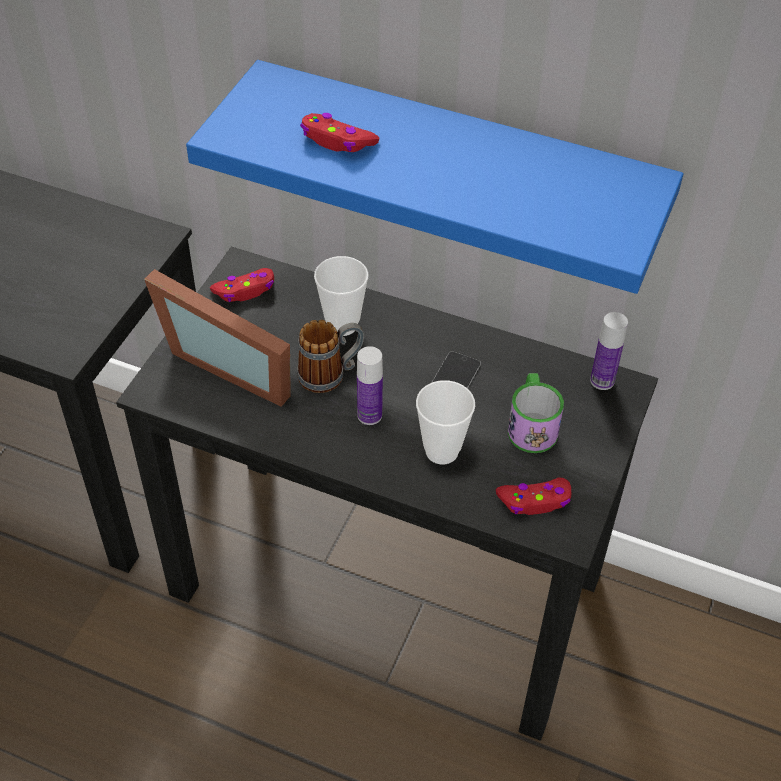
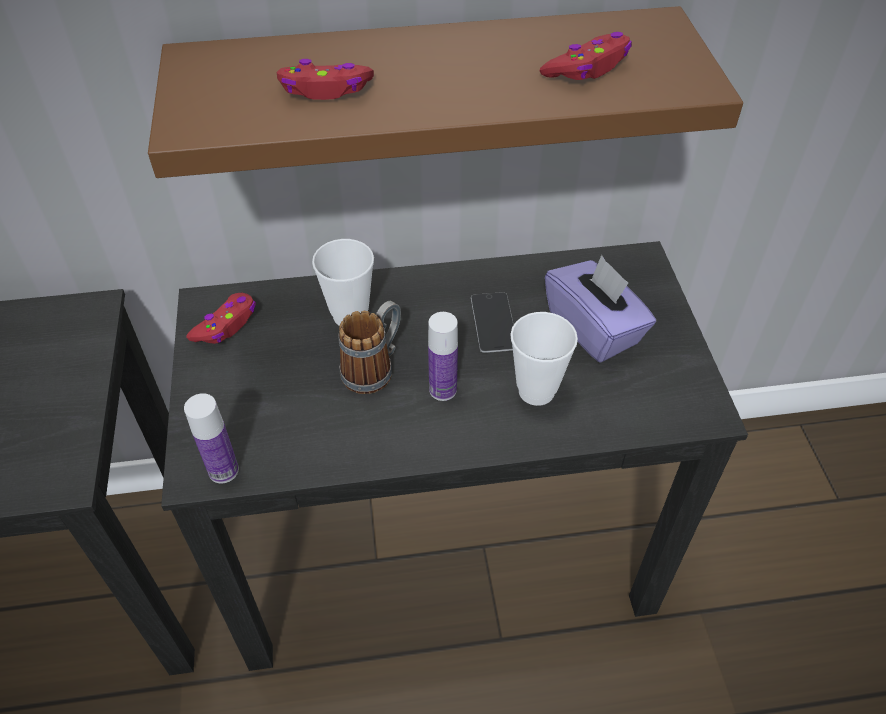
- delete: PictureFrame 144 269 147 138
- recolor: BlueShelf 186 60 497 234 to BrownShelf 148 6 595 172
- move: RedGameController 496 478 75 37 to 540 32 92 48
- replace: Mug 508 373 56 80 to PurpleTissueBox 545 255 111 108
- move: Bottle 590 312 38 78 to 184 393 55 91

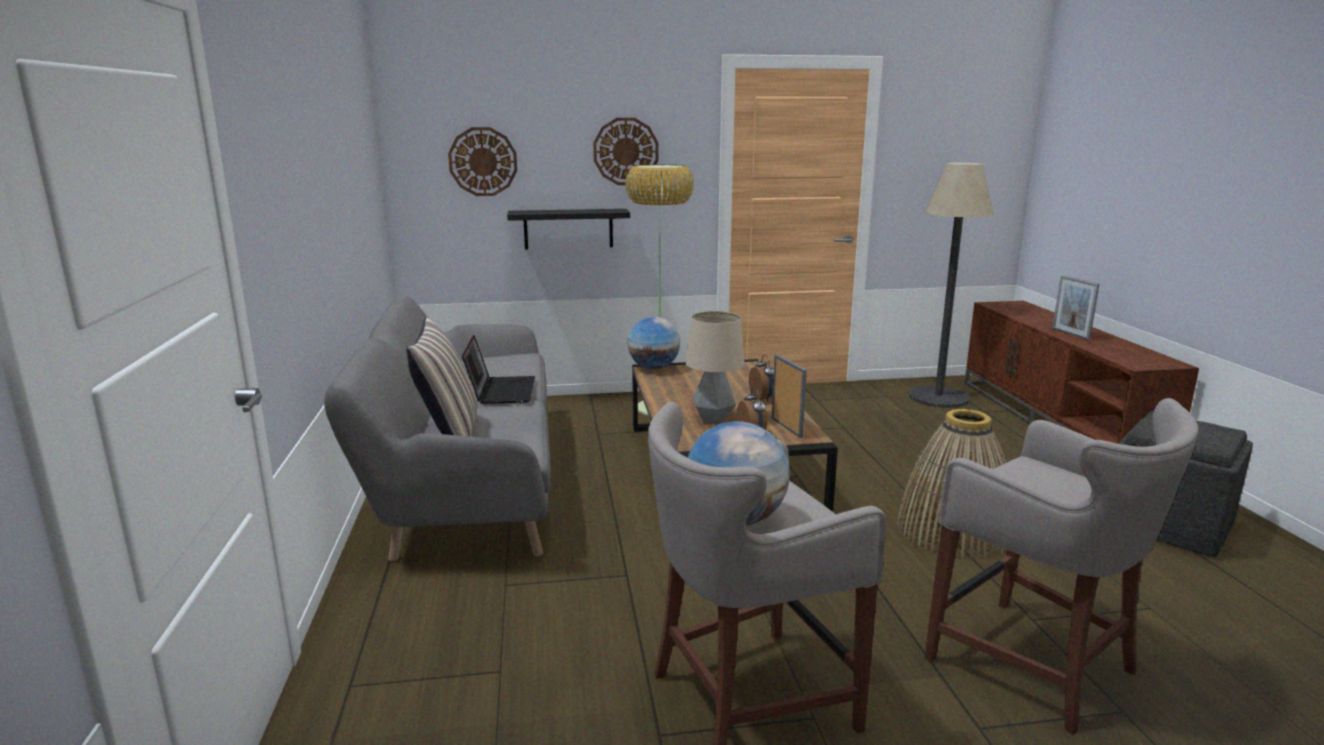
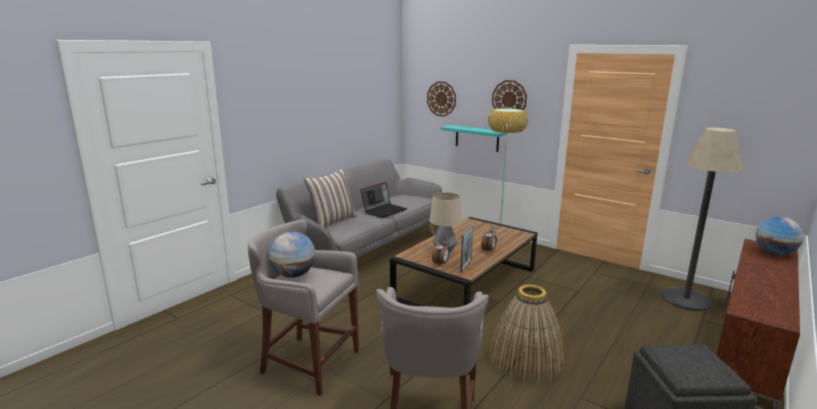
- recolor: BlackShelf 507 209 123 40 to TurquoiseShelf 441 125 65 27
- move: Globe 627 317 53 53 to 756 216 48 39
- delete: PictureFrame 1052 275 48 65

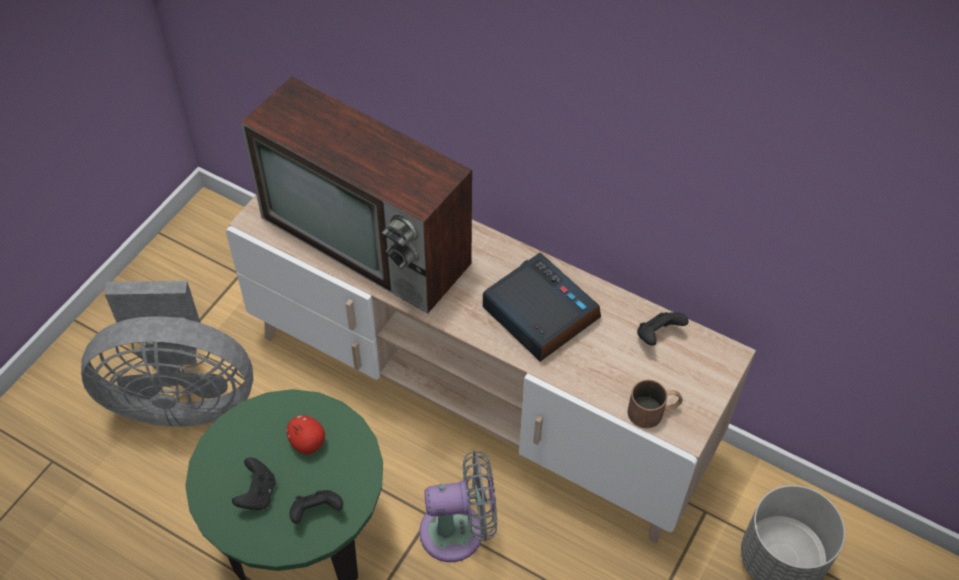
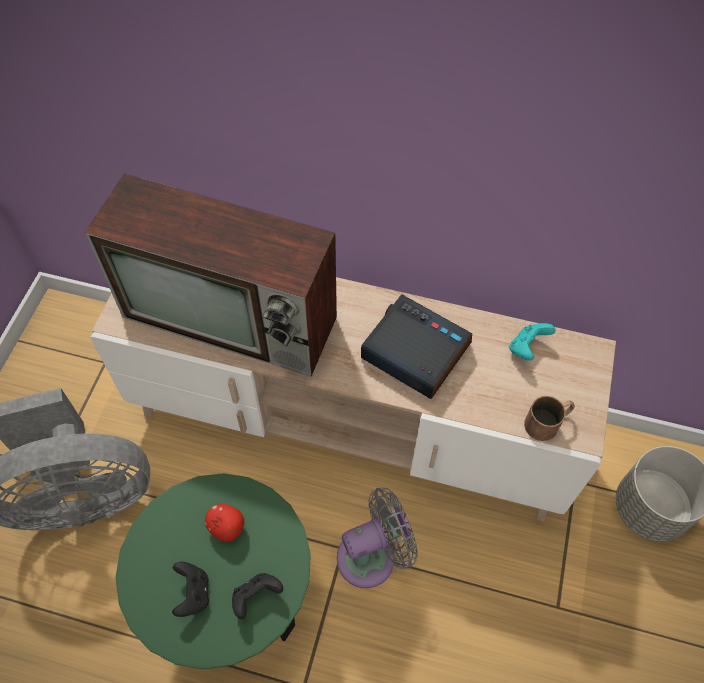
- recolor: BlackGameController 637 312 52 34 to TurquoiseGameController 509 323 47 38

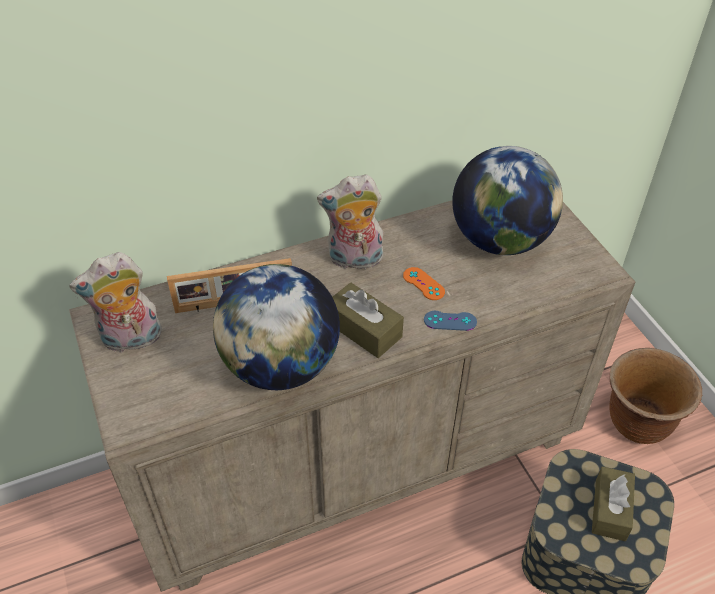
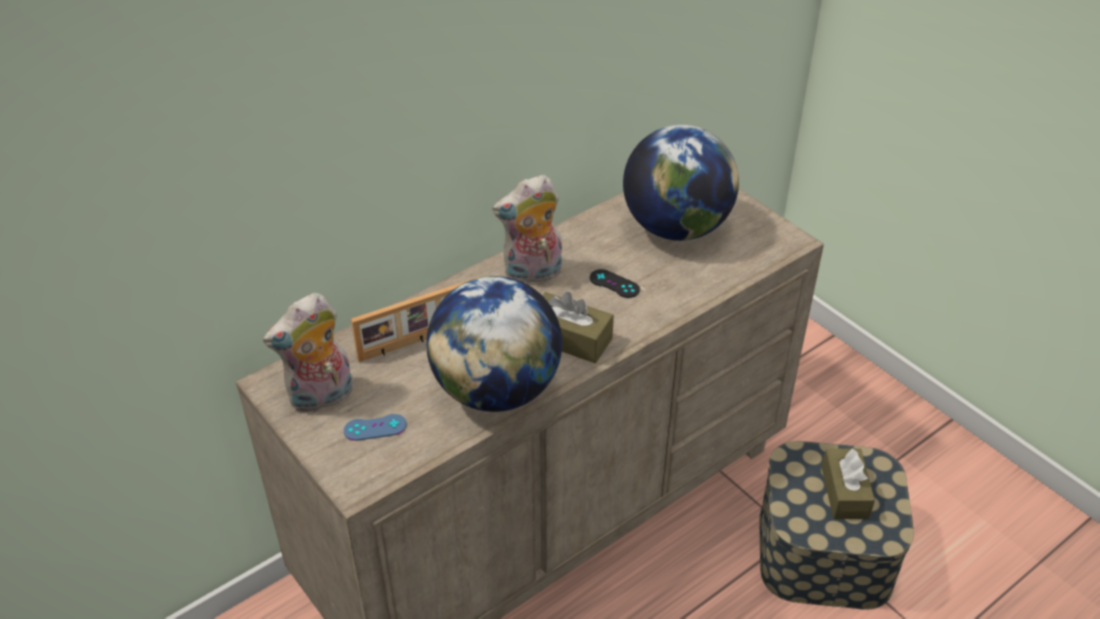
- recolor: OrangeGameController 403 267 42 33 to BlackGameController 590 269 50 29
- move: BlueGameController 424 311 53 20 to 344 414 63 27
- delete: BrownPlanter 609 348 93 96

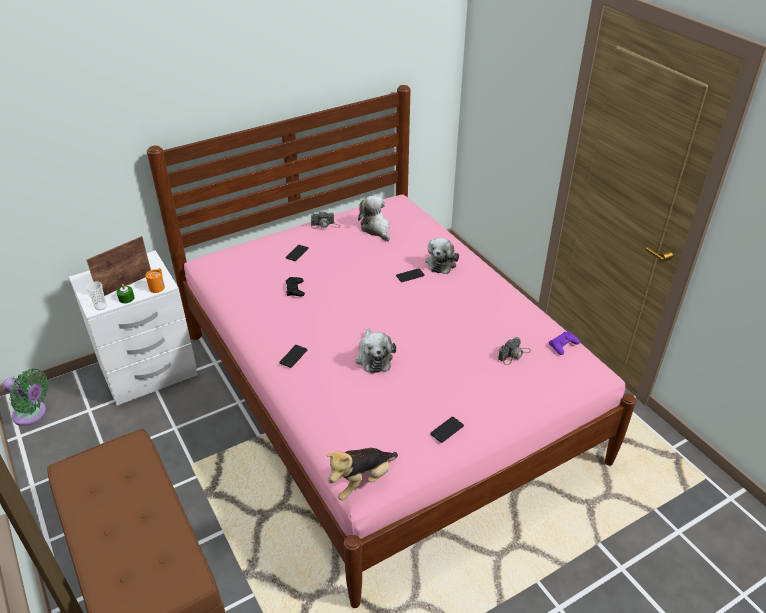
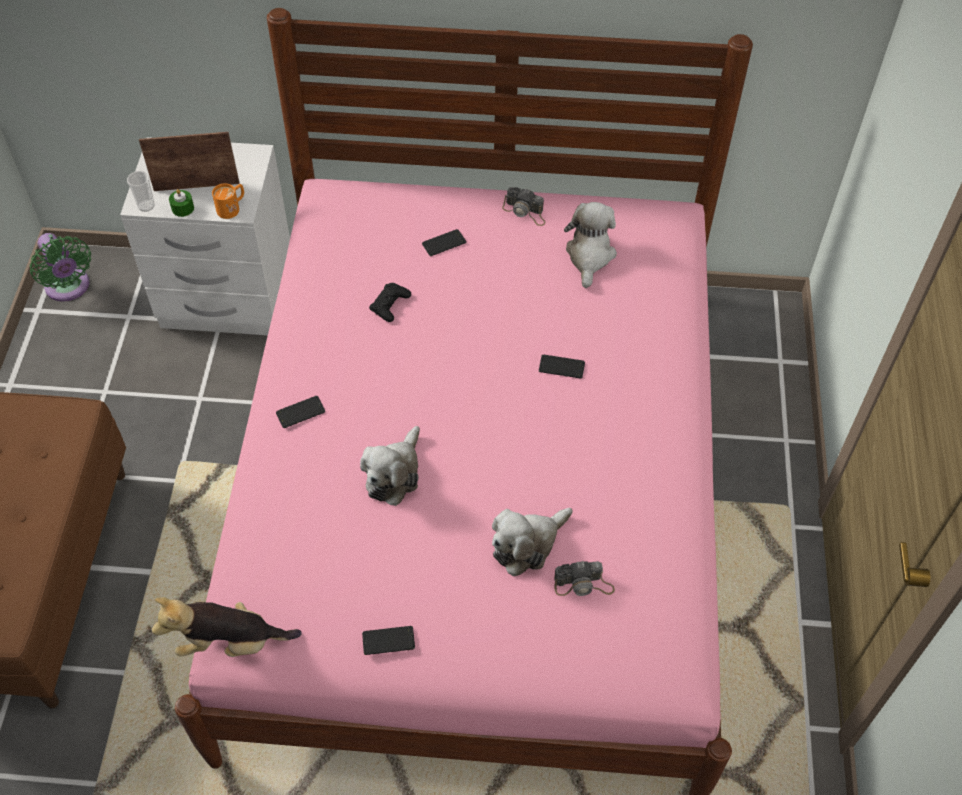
- move: PlushToy 425 237 34 37 to 492 508 80 68
- delete: PurpleGameController 549 332 31 23

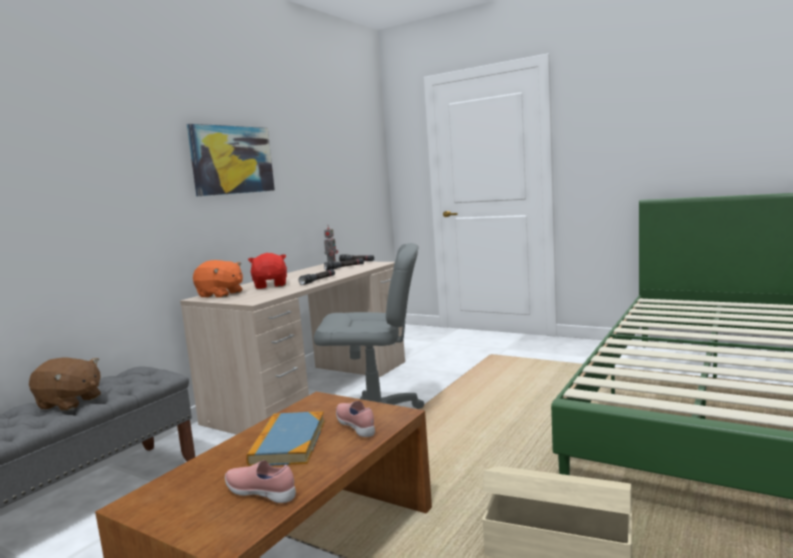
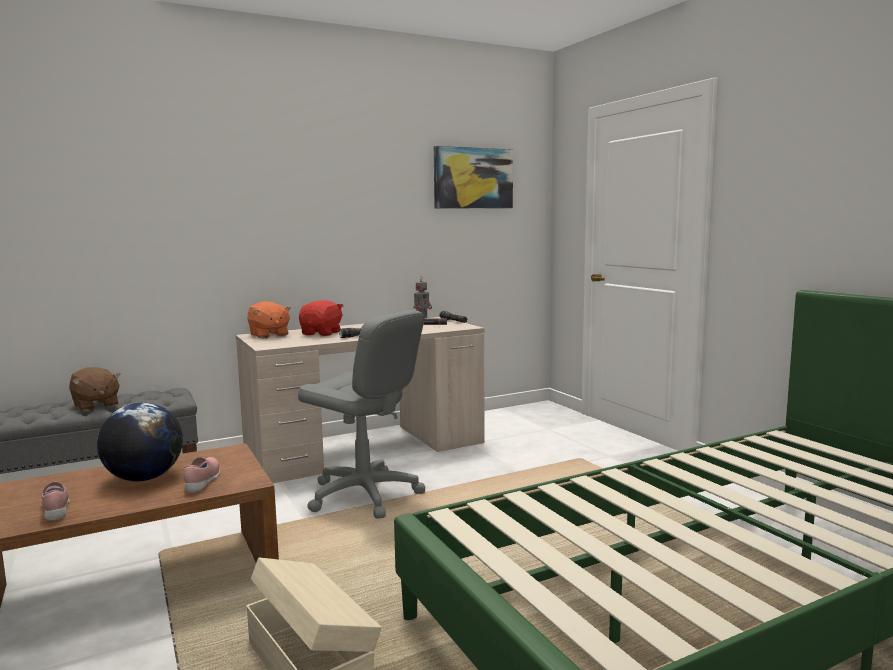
- move: Picture 187 124 88 72 to 434 146 79 63
- replace: Book 246 411 79 55 to Globe 97 402 86 79

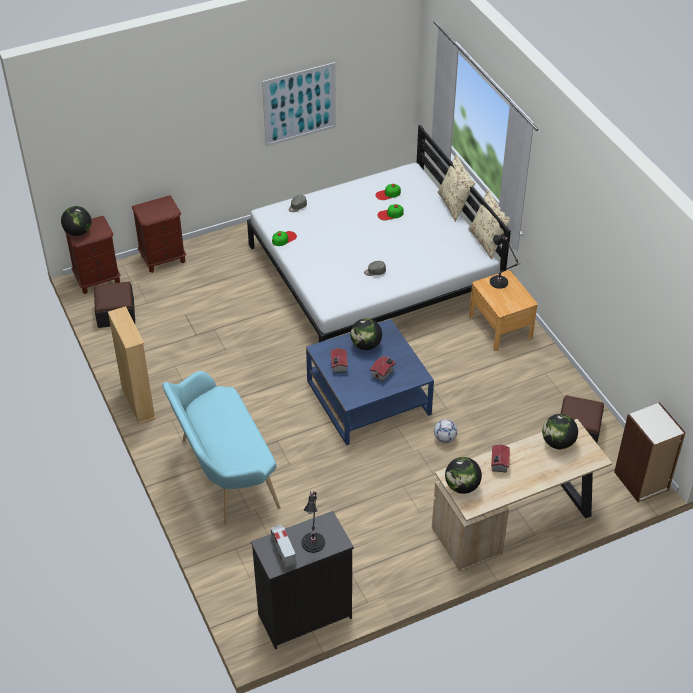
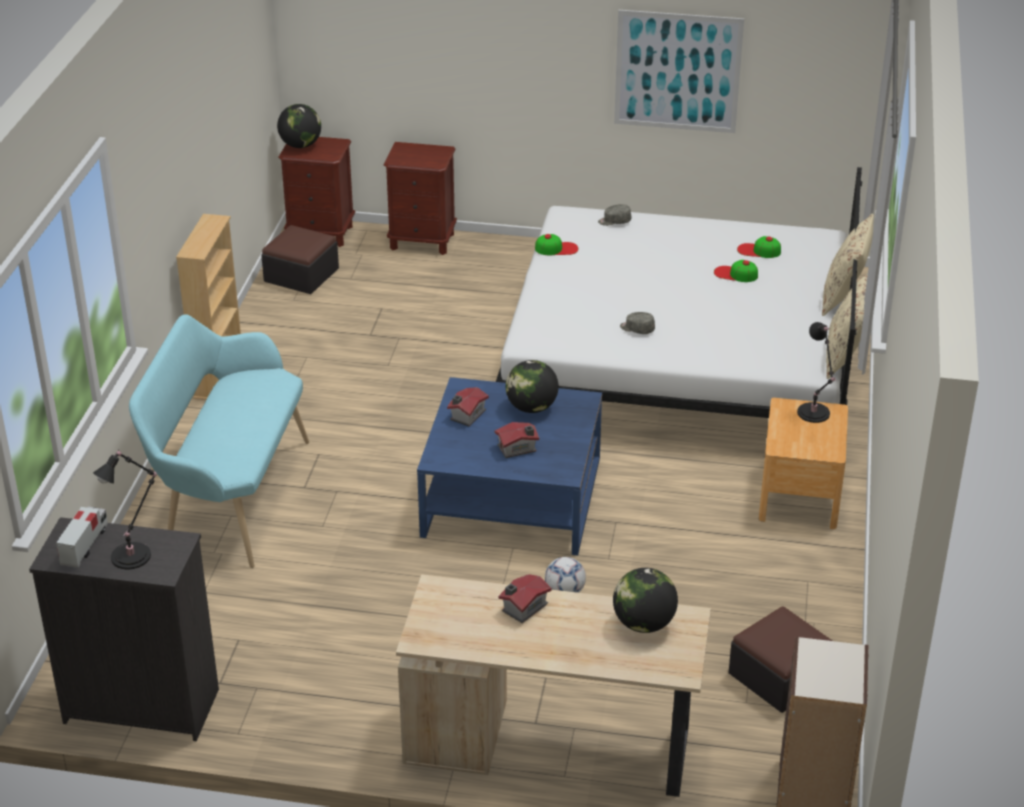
- delete: Globe 445 457 37 37

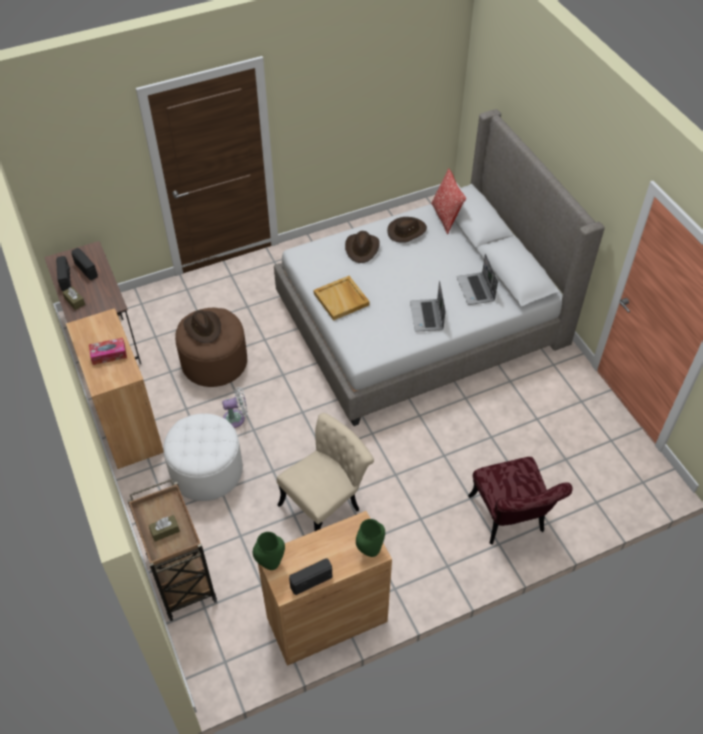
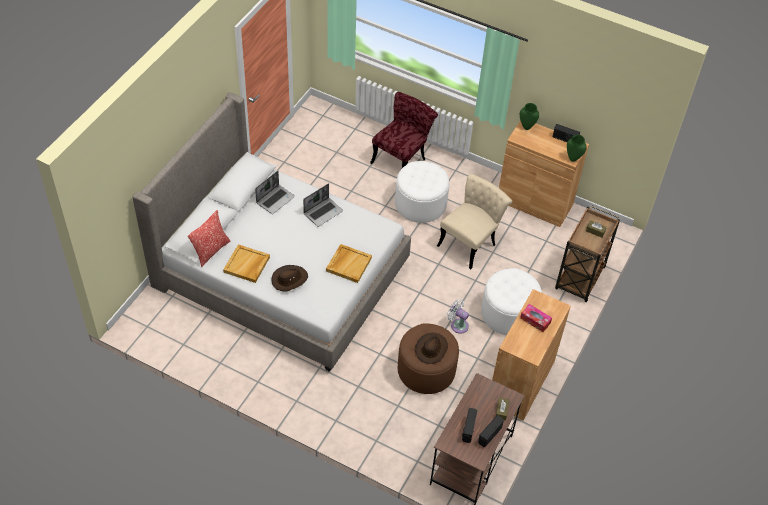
- rotate: BeigeChair 277 413 97 118 = 437 174 75 95 120 degrees clockwise
- replace: BrownHat 387 217 40 26 to BeigeTray 223 244 47 39
- insert: WhiteOttoman 395 161 54 62

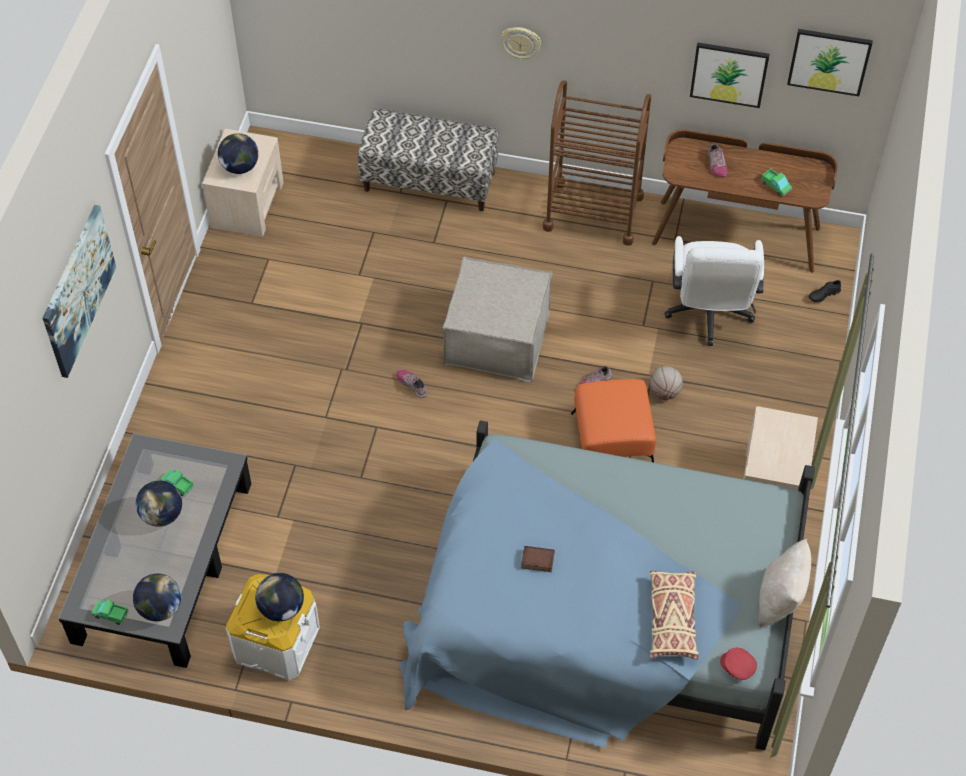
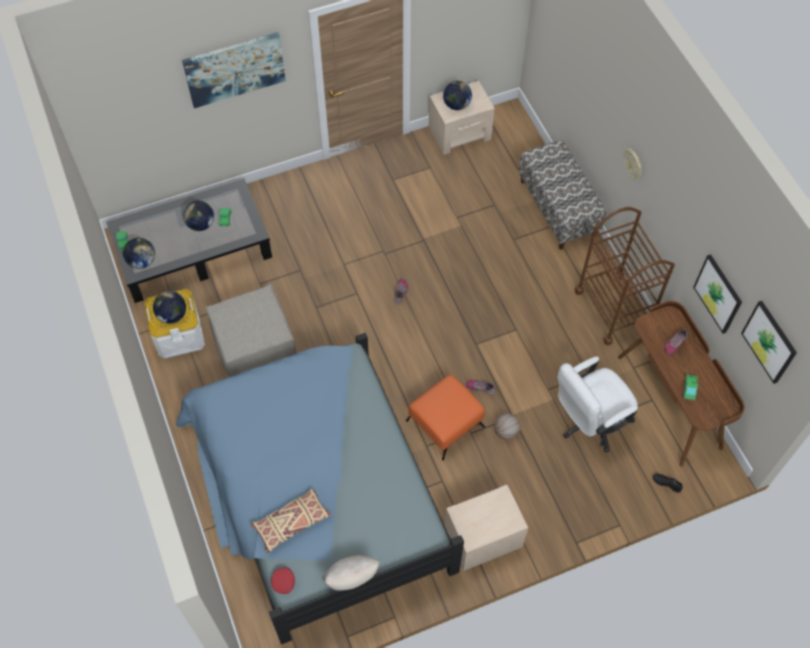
- move: BeigeOttoman 443 256 109 126 to 205 284 92 93
- delete: Book 521 546 34 26

